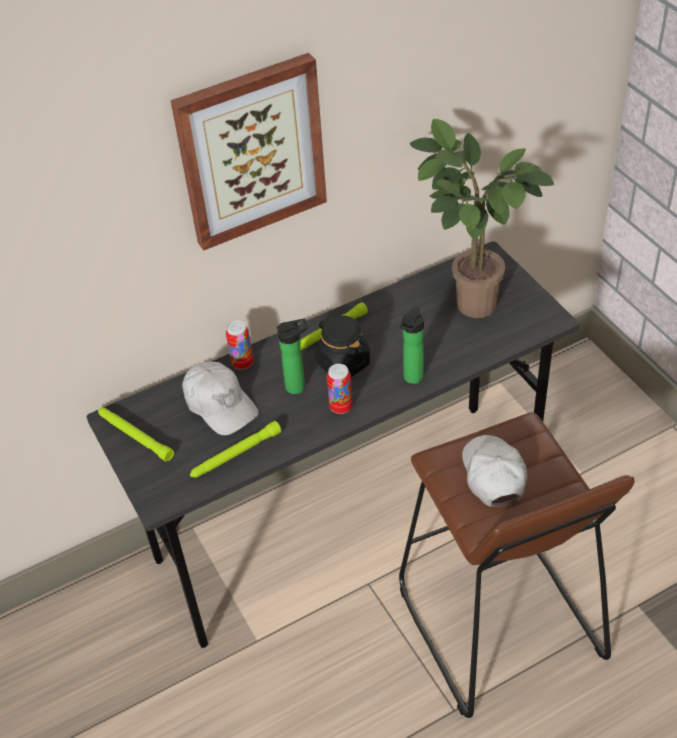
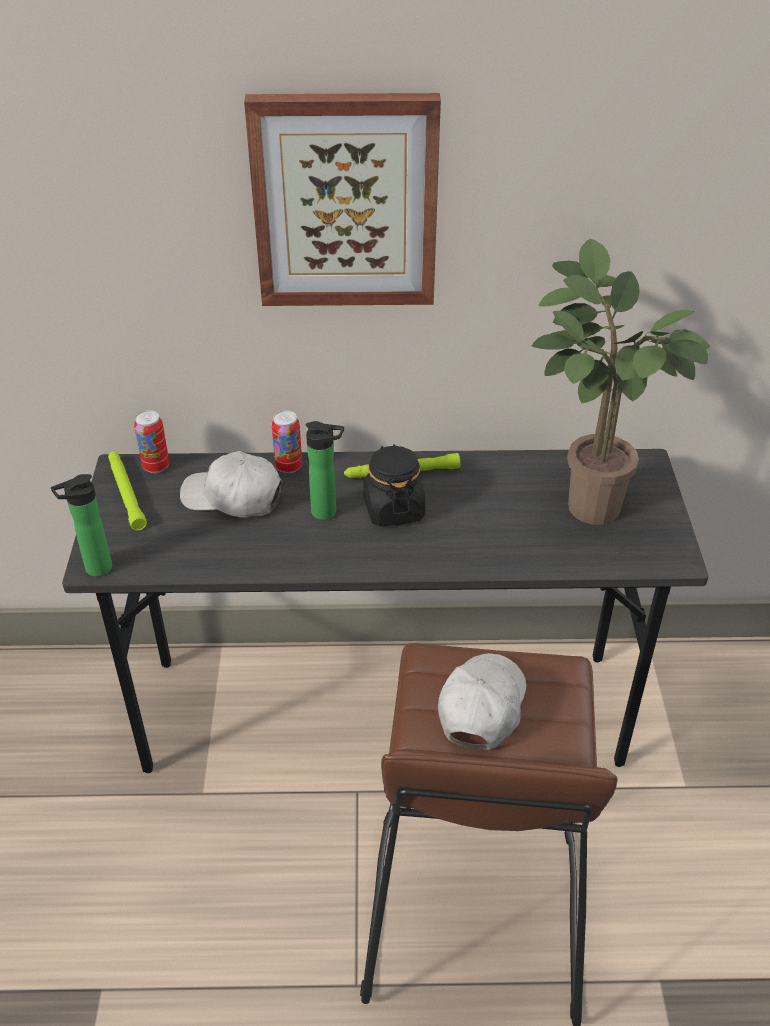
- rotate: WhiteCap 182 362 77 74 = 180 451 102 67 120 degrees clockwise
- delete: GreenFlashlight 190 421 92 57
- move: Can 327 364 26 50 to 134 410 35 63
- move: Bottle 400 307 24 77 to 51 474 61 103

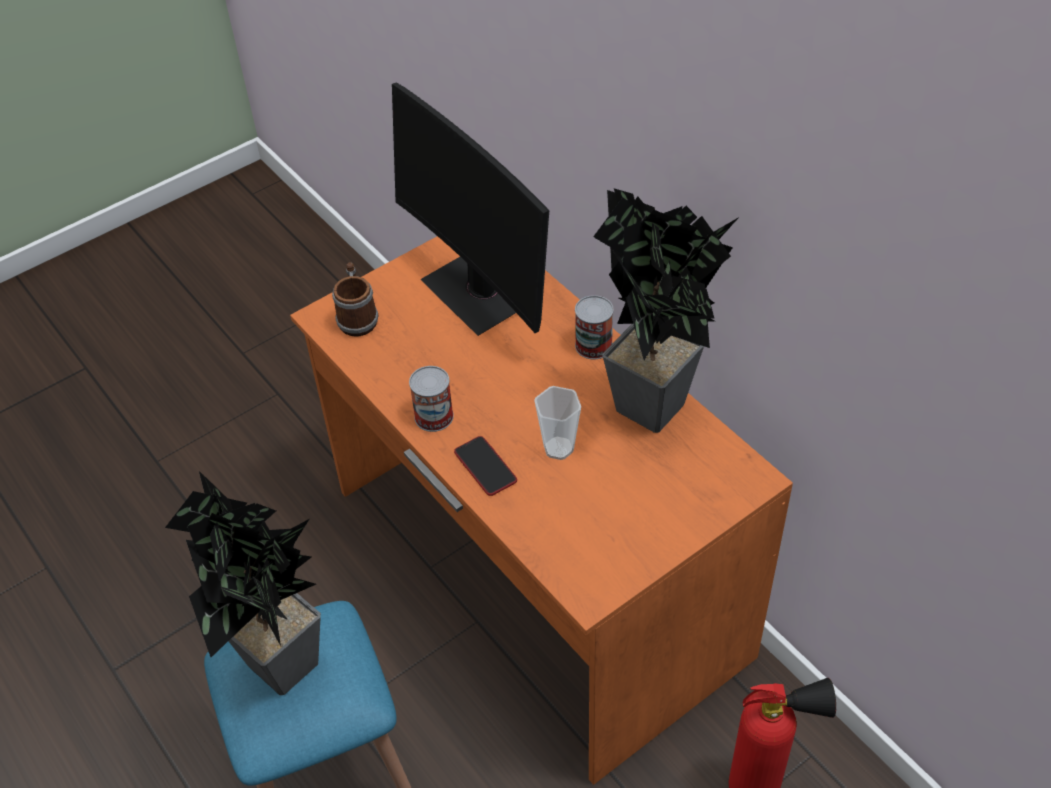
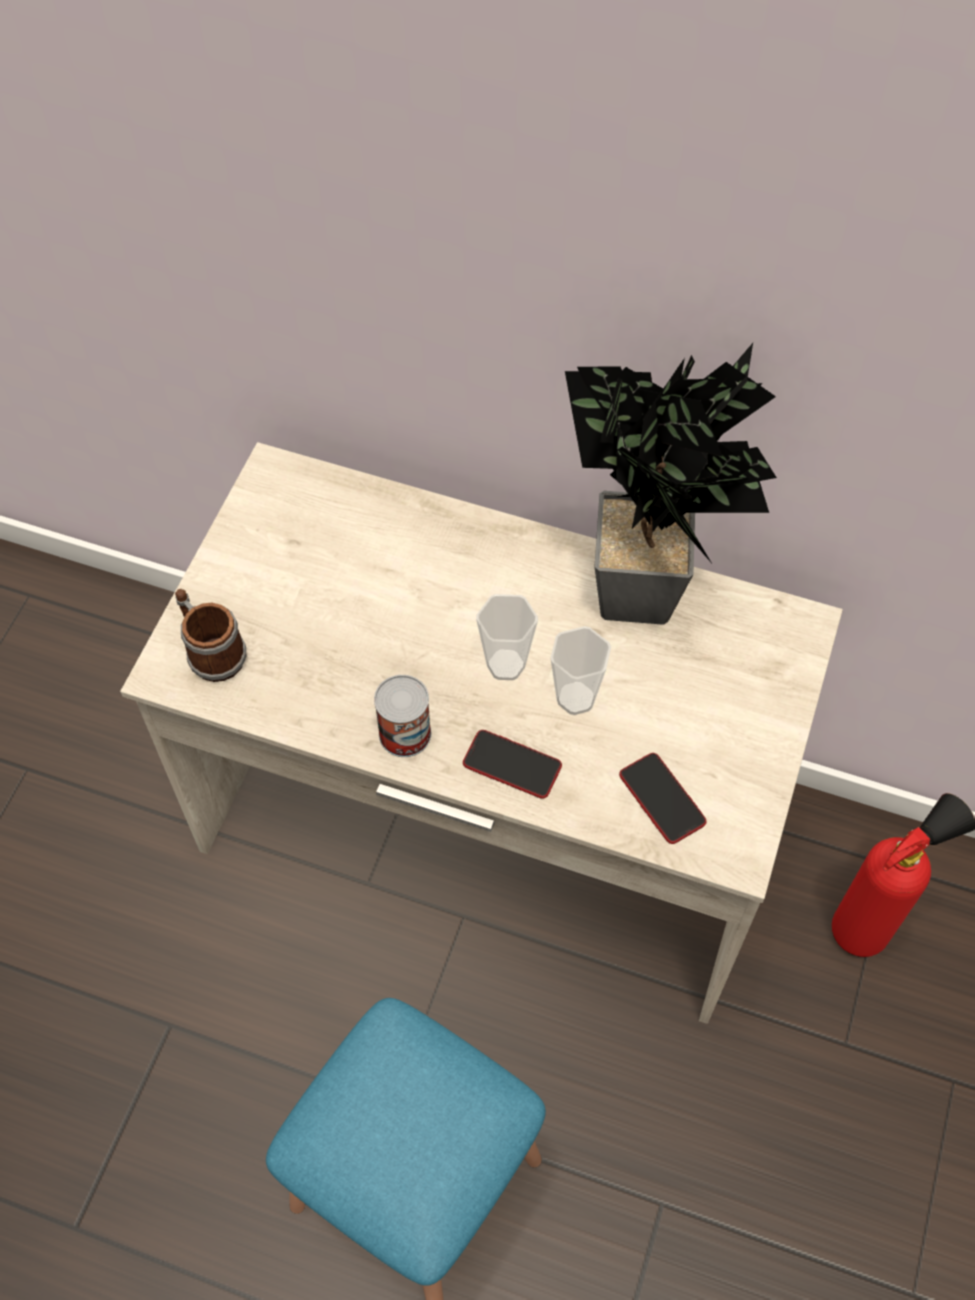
- delete: PottedPlant 165 471 156 224
- recolor: OrangeDesk 290 236 503 549 to BeigeDesk 120 442 723 582
- delete: Monitor 392 83 157 253
- delete: Can 575 295 39 64
- insert: Cup 476 594 62 86
- insert: Phone 619 753 88 91

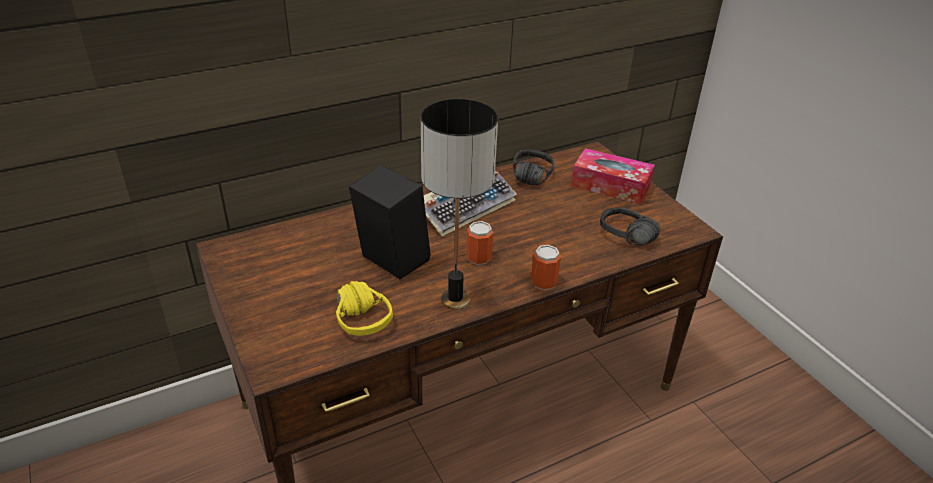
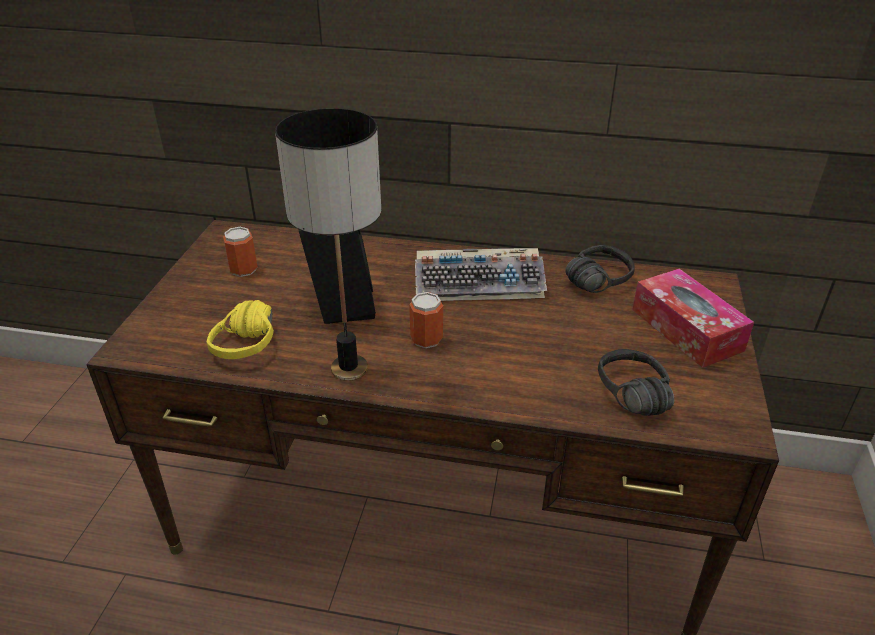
- move: Can 531 245 30 45 to 223 227 35 50

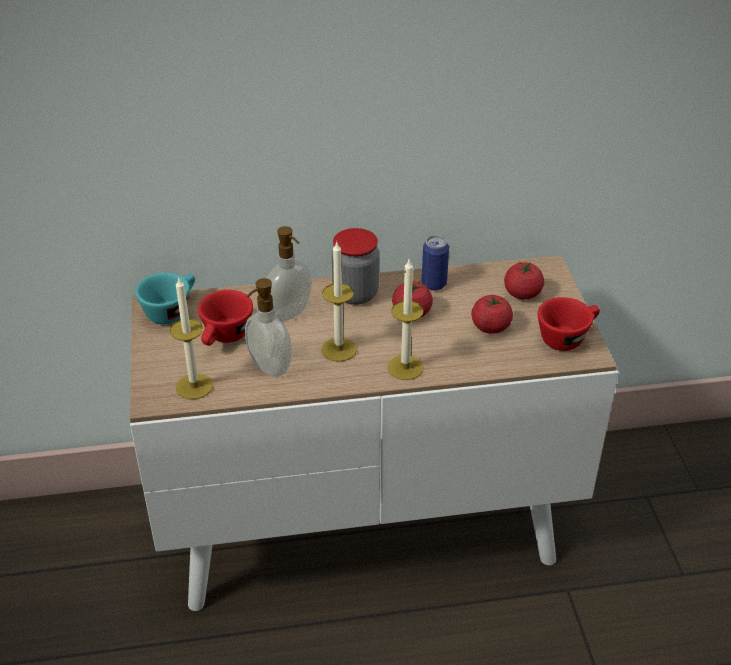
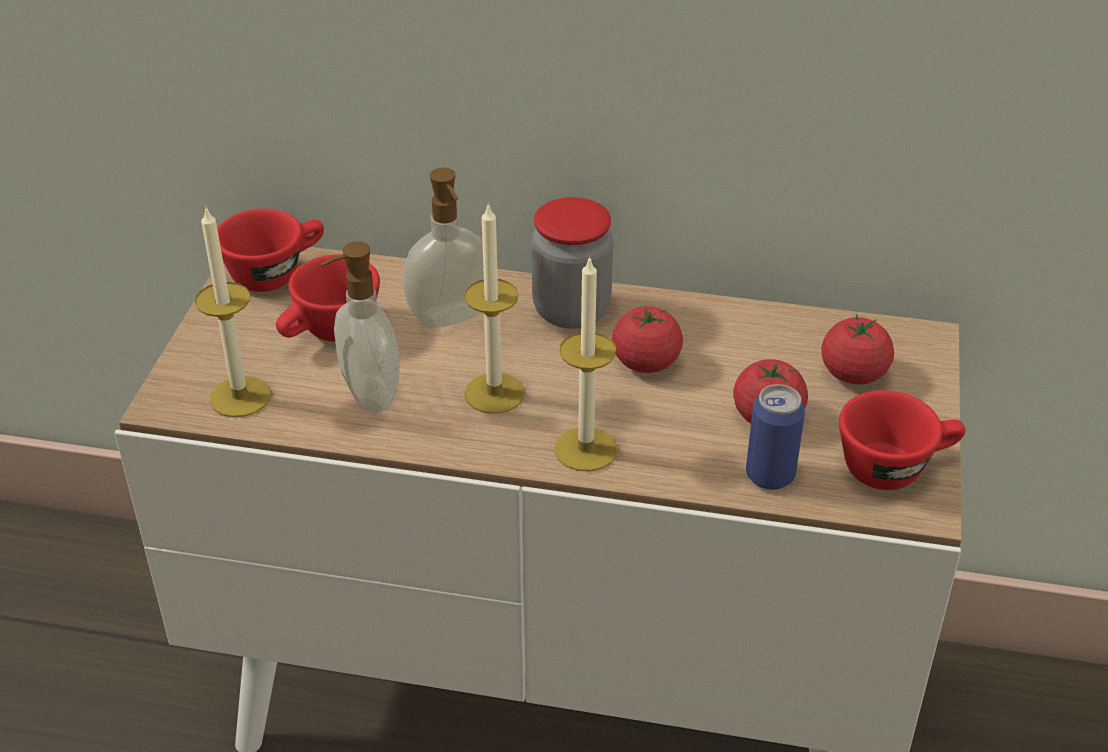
- recolor: TurquoiseCup 135 273 60 51 to RedCup 217 209 107 83
- move: Can 422 235 27 56 to 746 384 59 106

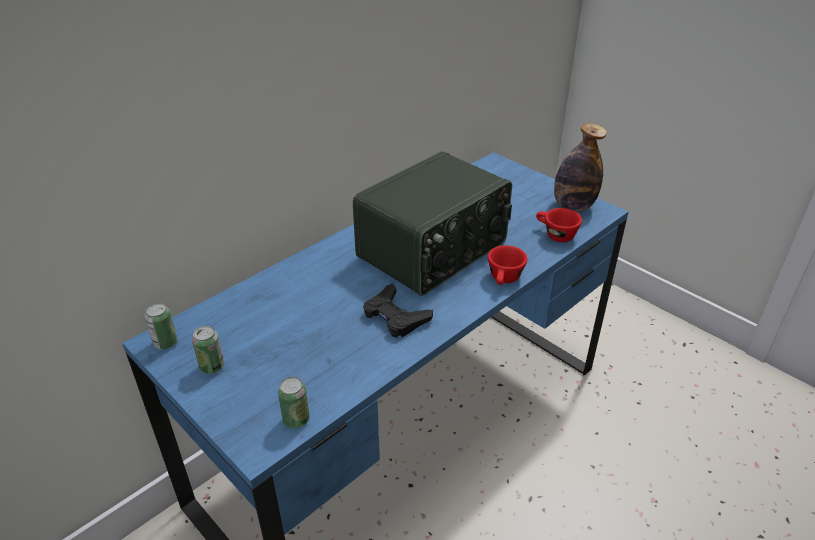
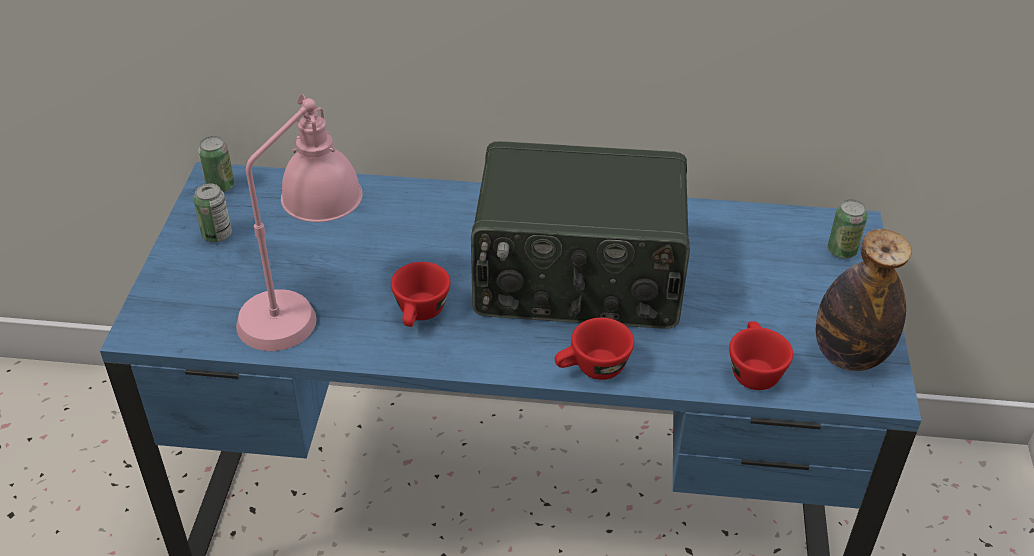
- move: Can 278 377 31 51 to 828 199 40 60
- replace: BlackGameController 363 284 70 54 to RedCup 391 262 59 65
- insert: PinkTableLamp 236 94 127 257

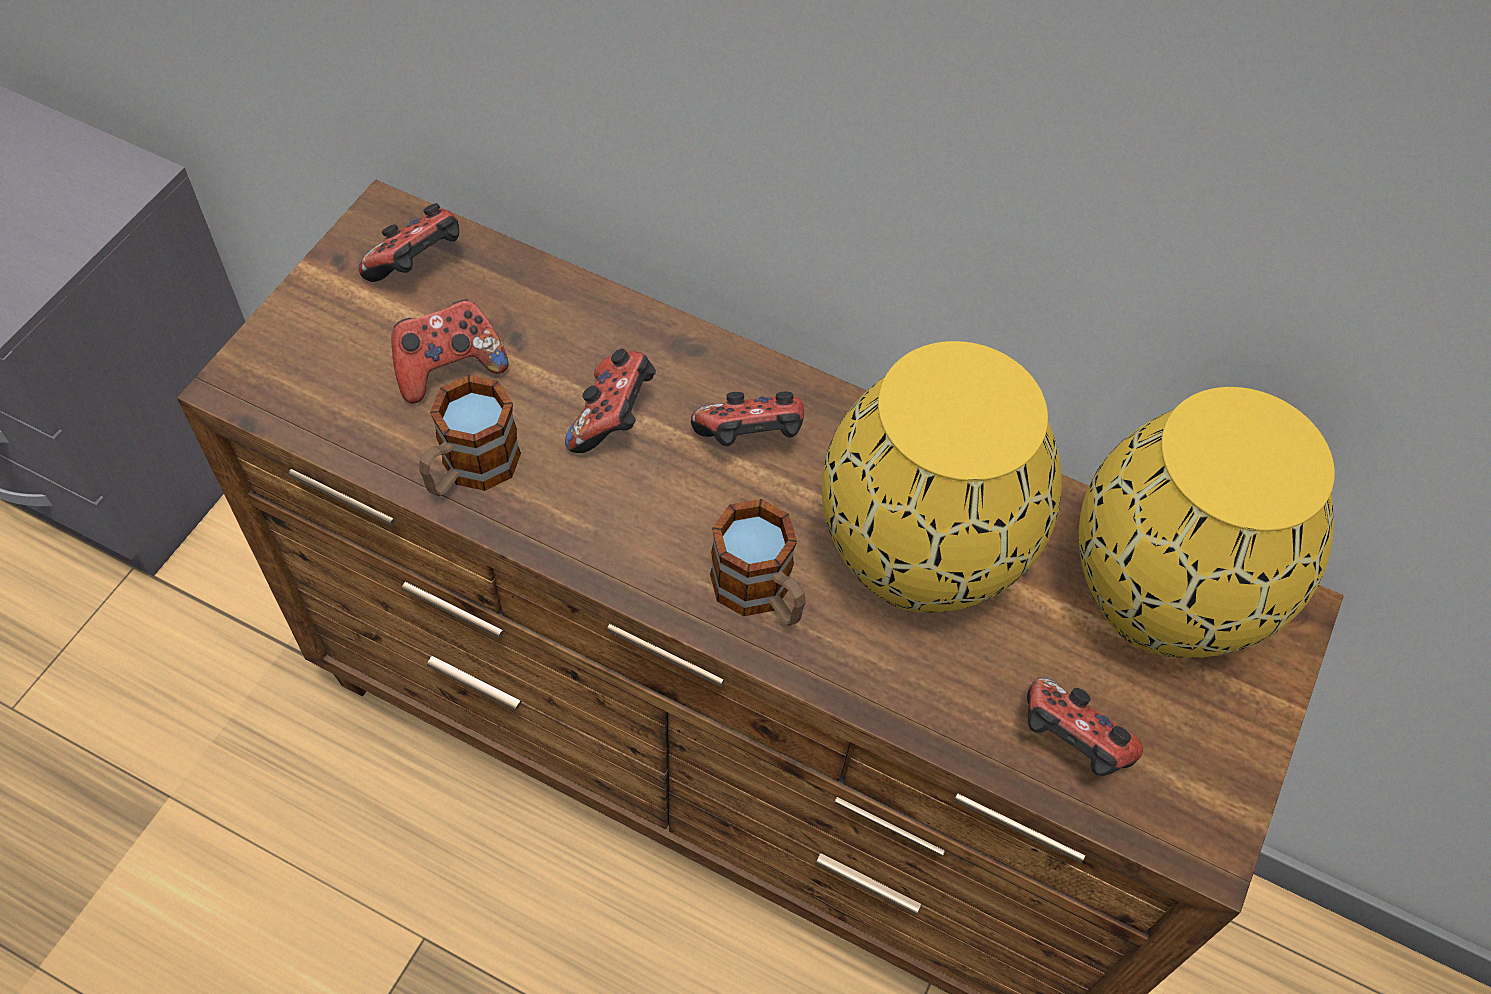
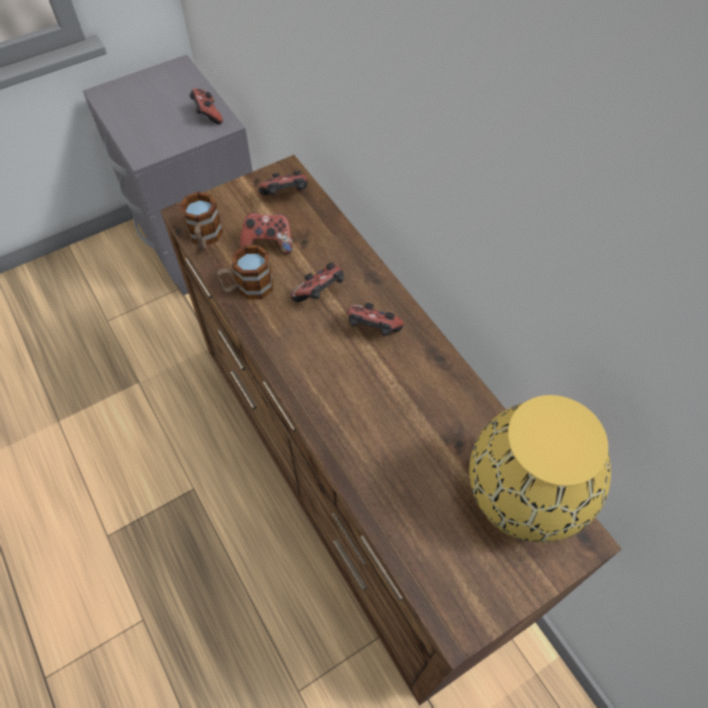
- move: Mug 710 499 96 127 to 179 191 44 60
- delete: YellowVase 822 341 240 272
- move: GameController 1027 677 116 99 to 189 88 34 36

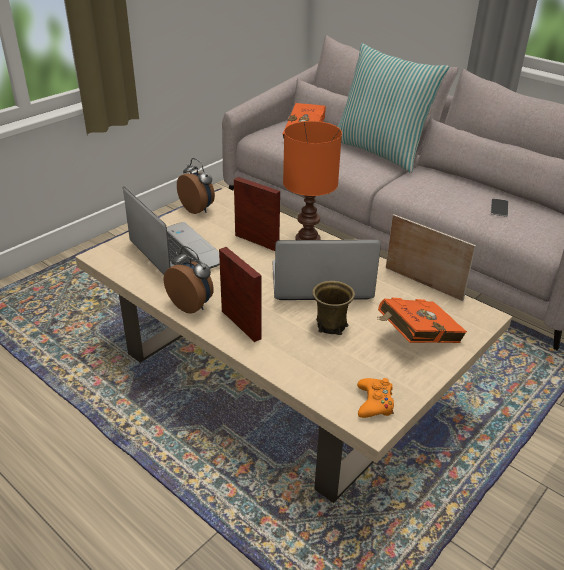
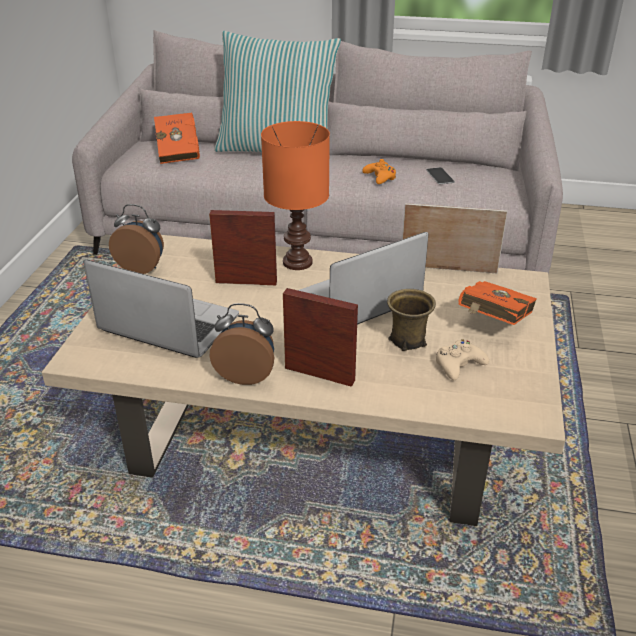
- move: OrangeGameController 357 378 37 40 to 362 159 34 25
- insert: BeigeGameController 436 339 53 41

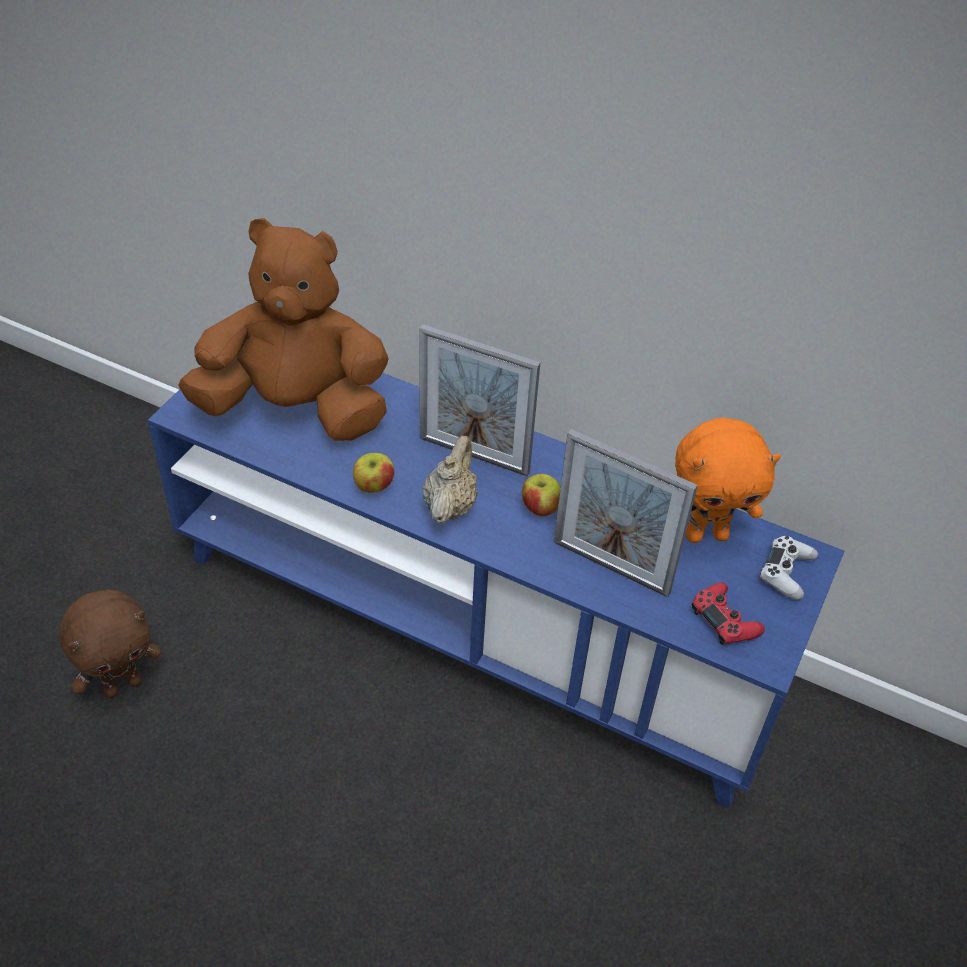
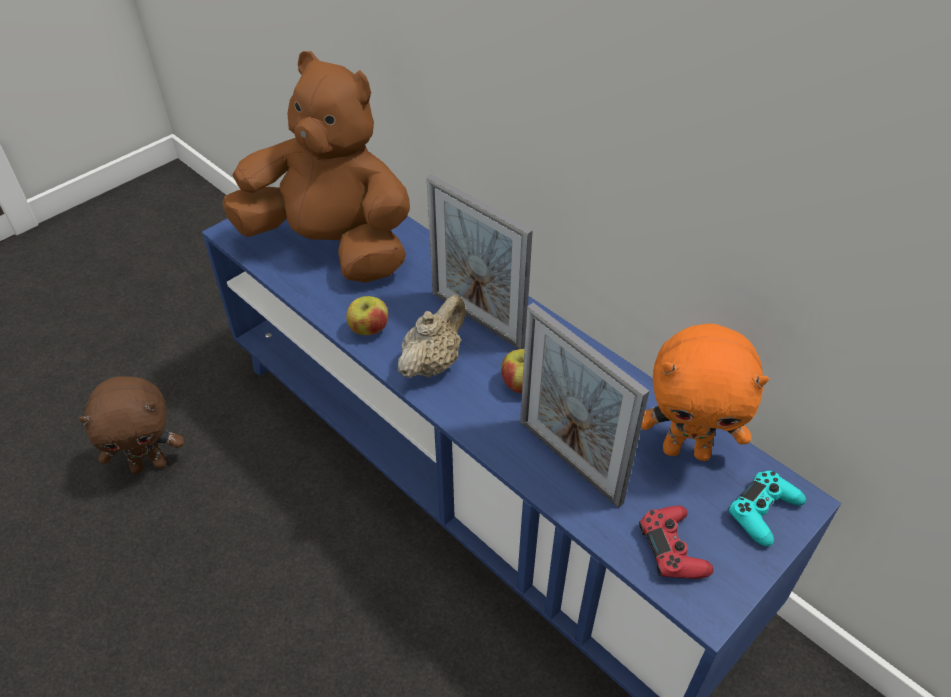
- recolor: WhiteGameController 760 536 58 64 to TurquoiseGameController 729 471 77 76

